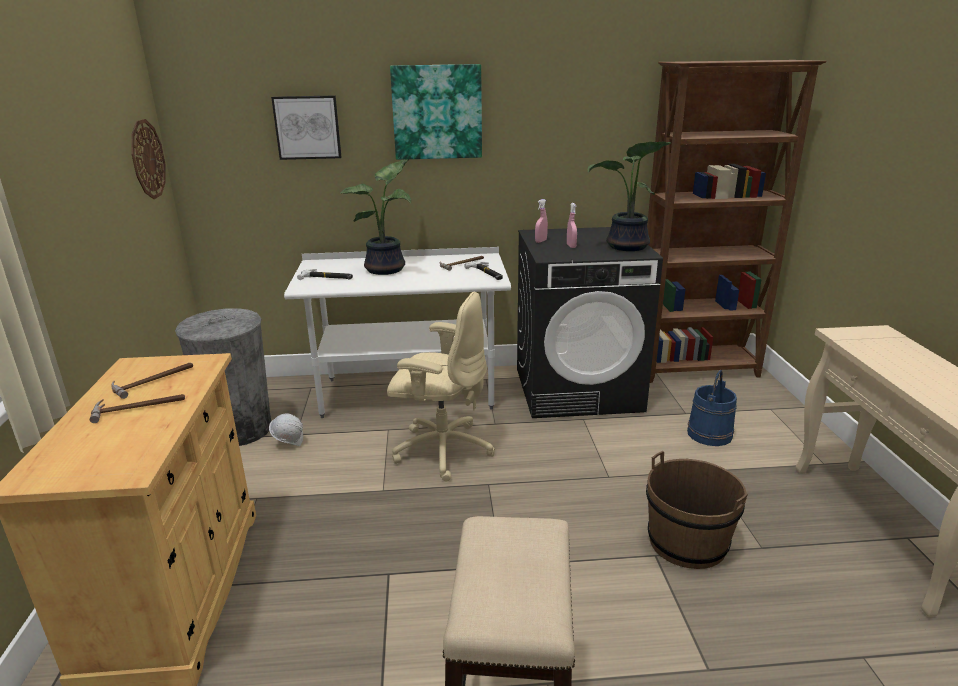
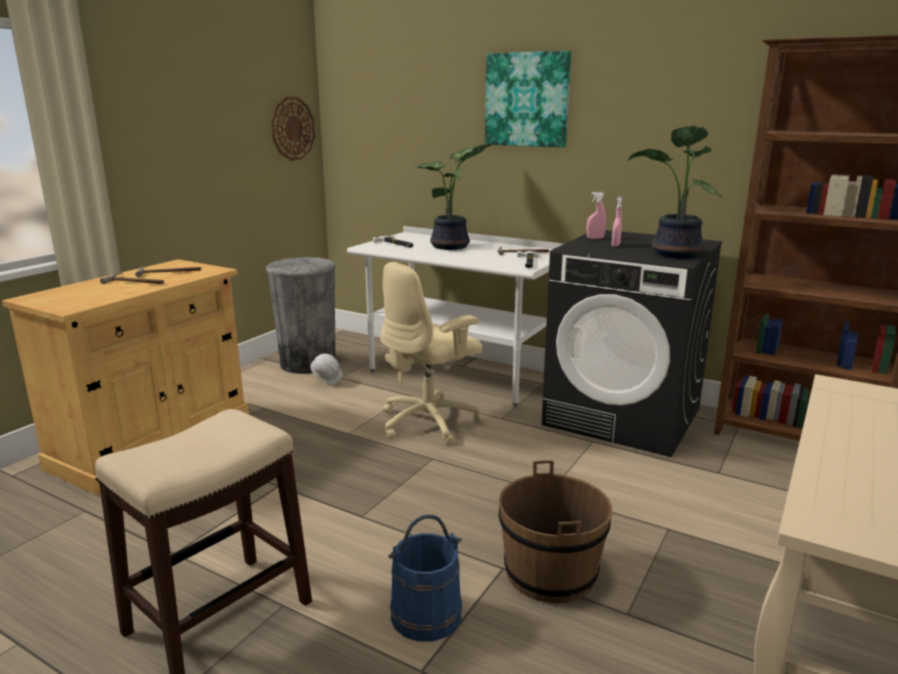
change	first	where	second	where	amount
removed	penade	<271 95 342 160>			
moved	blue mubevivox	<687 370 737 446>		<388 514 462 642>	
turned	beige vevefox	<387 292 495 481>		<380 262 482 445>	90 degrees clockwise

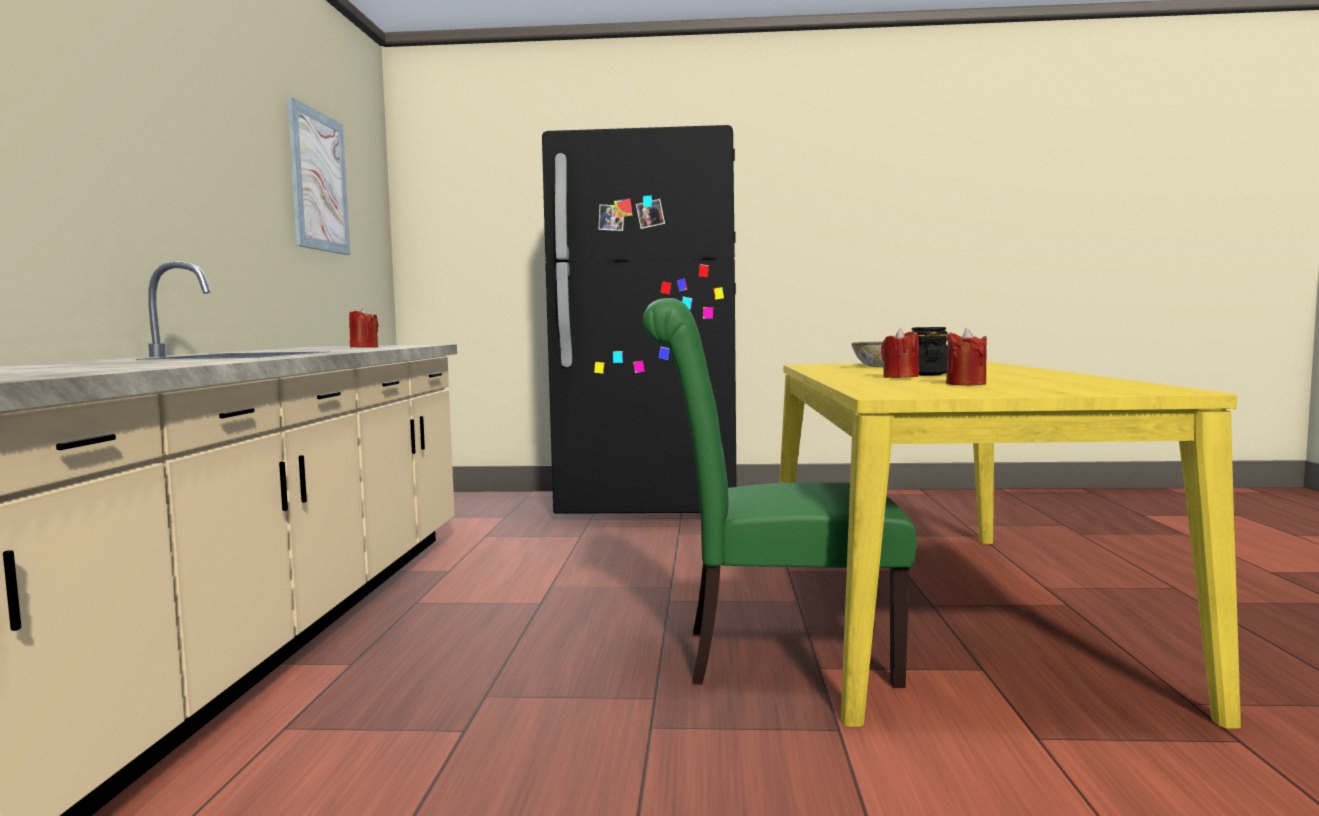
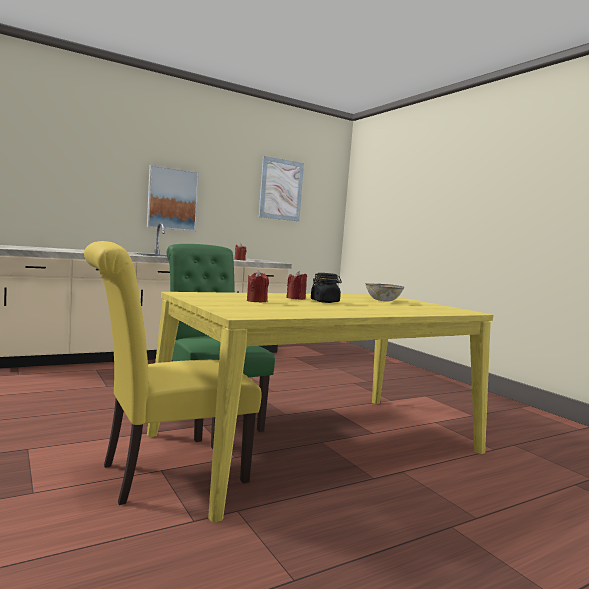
change	first	where	second	where	amount
removed	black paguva	<542 125 736 514>			
added			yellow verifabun	<84 241 261 505>	
added			penade	<147 165 199 231>	

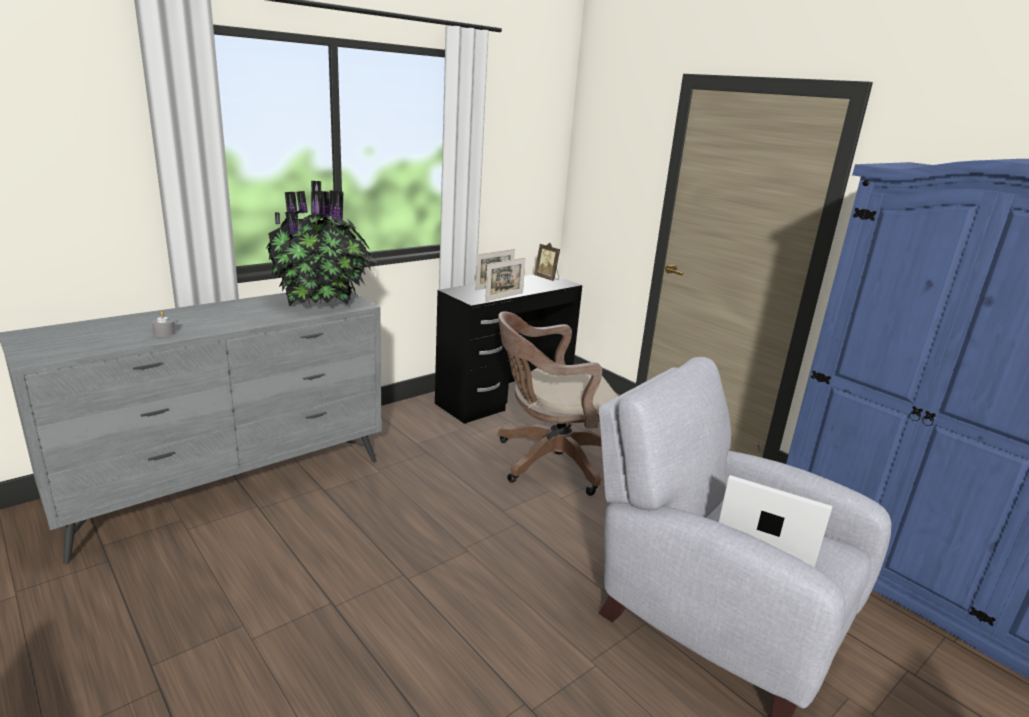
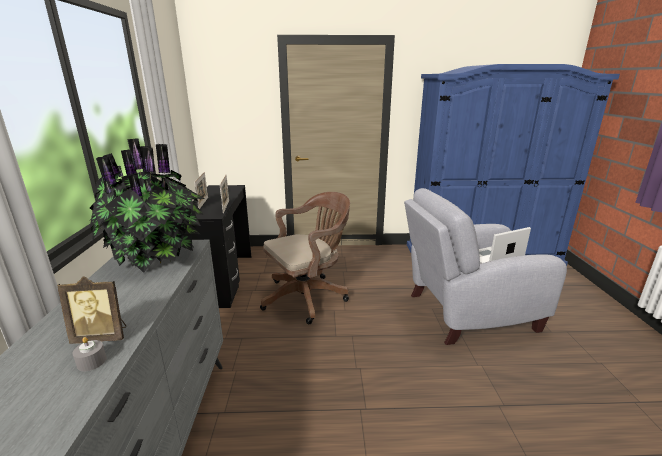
change	first	where	second	where	amount
moved	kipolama	<534 243 560 281>		<57 276 126 344>	
turned	brown vevefox	<498 312 618 496>		<260 192 350 324>	150 degrees counterclockwise

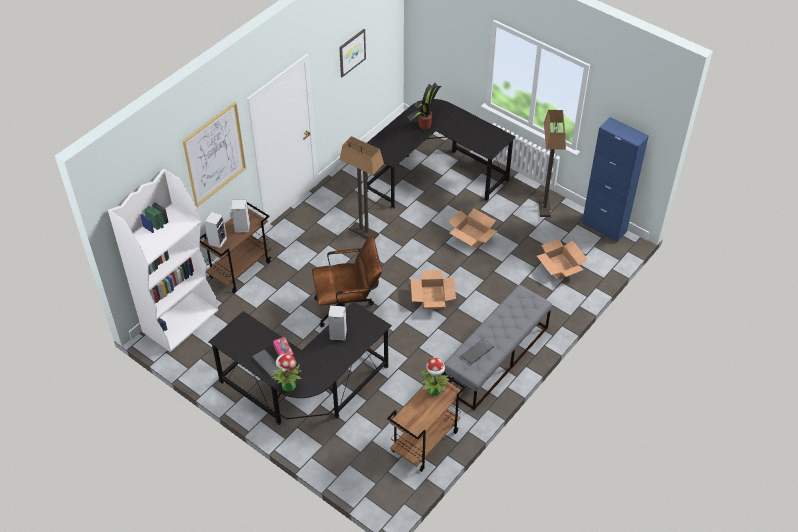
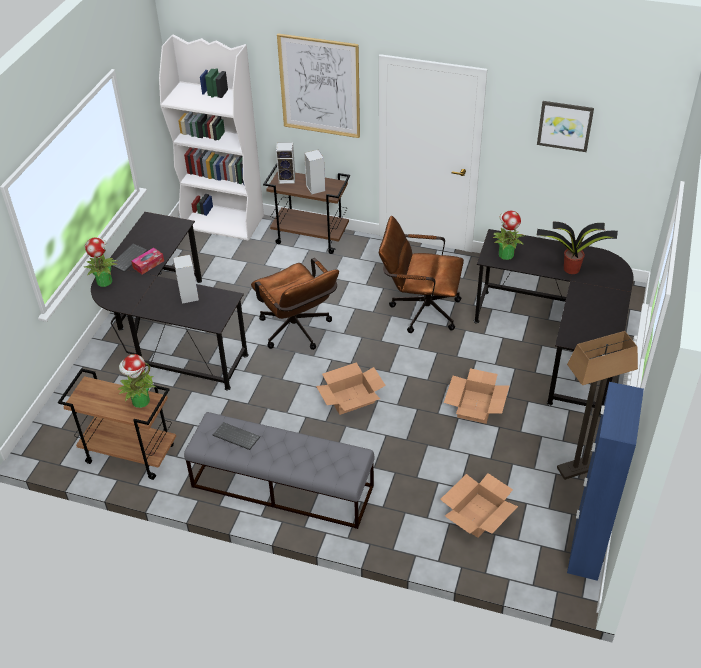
change	first	where	second	where	amount
added			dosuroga	<493 211 525 260>	
replaced	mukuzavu	<339 136 384 240>	brown vevefox	<379 216 464 333>	

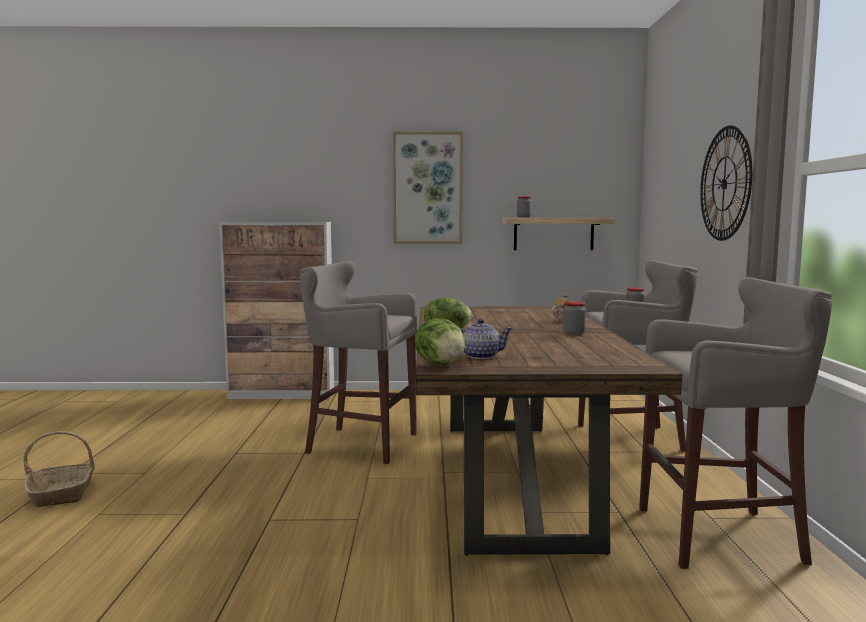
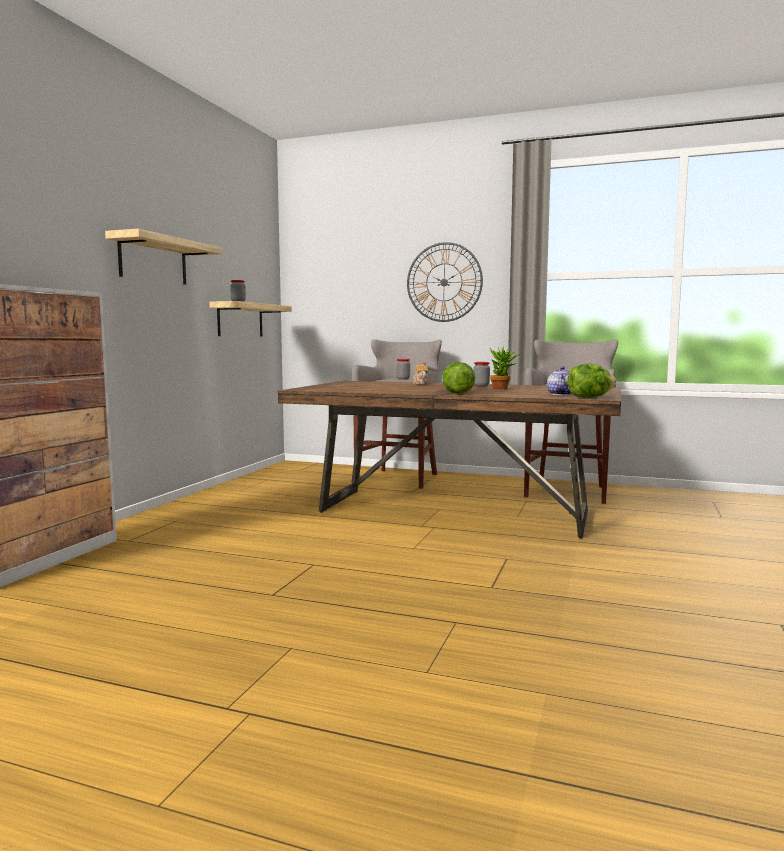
change	first	where	second	where	amount
removed	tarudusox	<23 431 96 507>			
removed	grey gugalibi	<300 261 417 464>			
added			dosuroga	<489 347 520 389>	
replaced	penade	<393 132 463 244>	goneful	<105 229 222 285>	

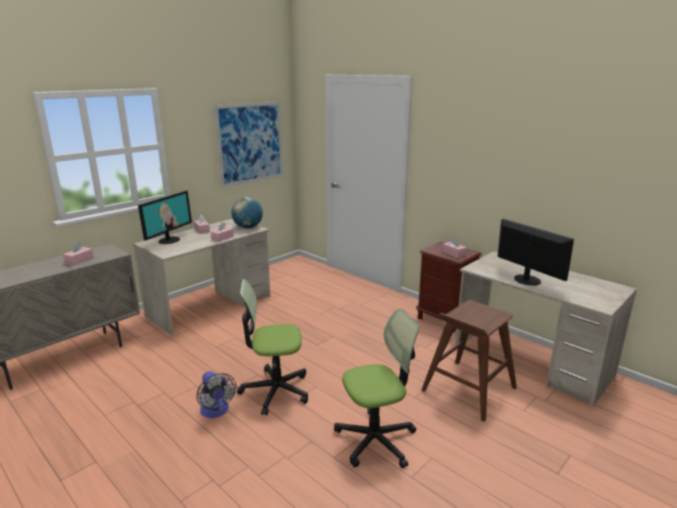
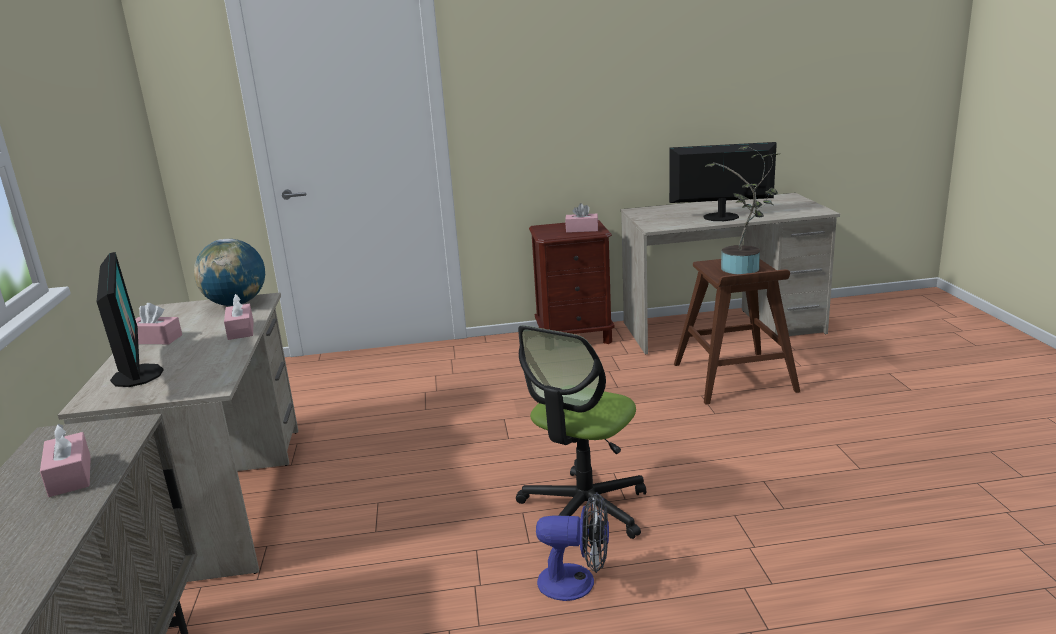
change	first	where	second	where	amount
removed	penade	<215 102 283 188>			
removed	vevefox	<334 308 419 469>			
added			dosuroga	<705 145 778 274>	

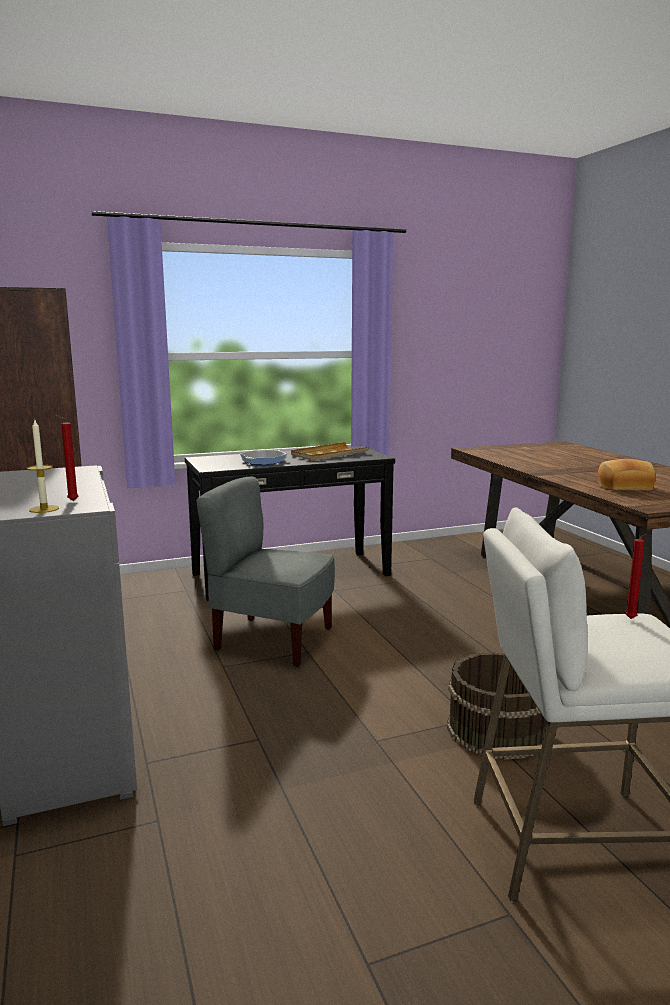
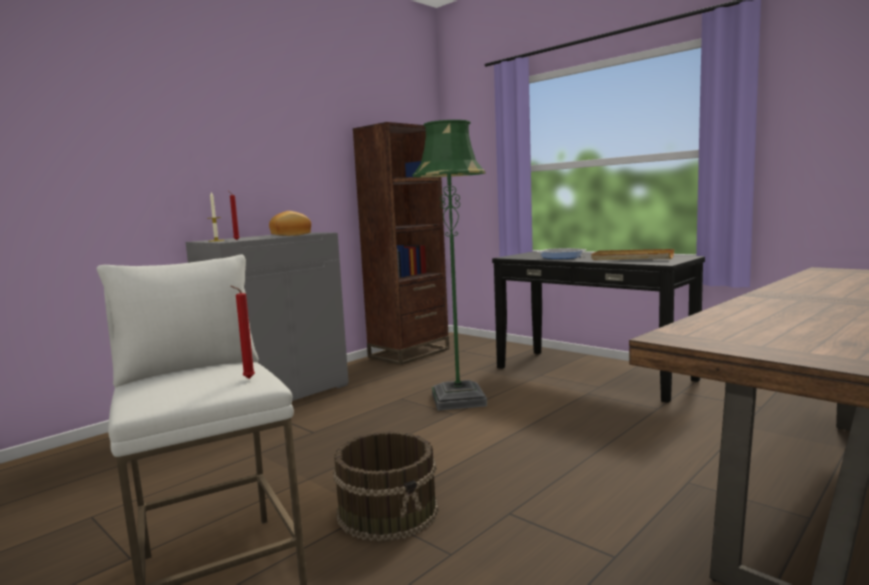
change	first	where	second	where	amount
moved	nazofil	<598 459 656 490>		<269 211 311 236>	
replaced	grey verifabun	<196 477 335 667>	green mukuzavu	<412 120 487 411>	

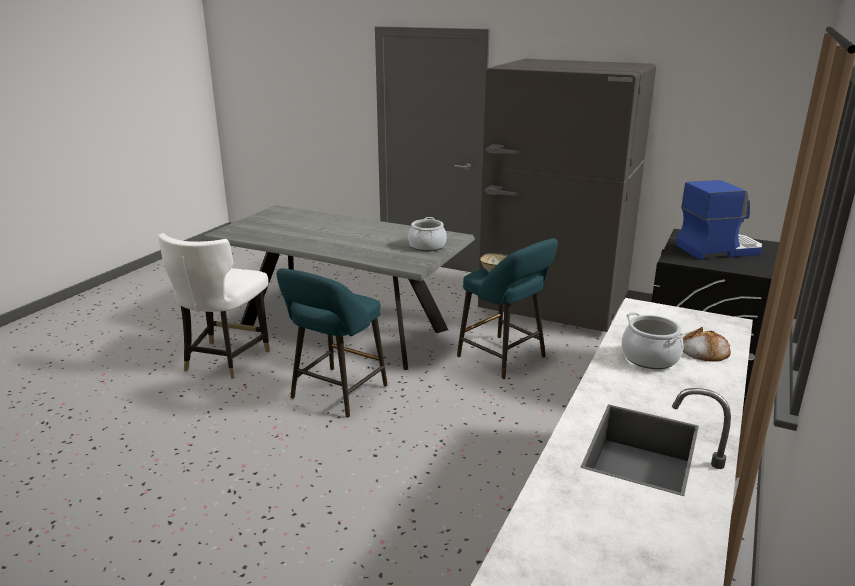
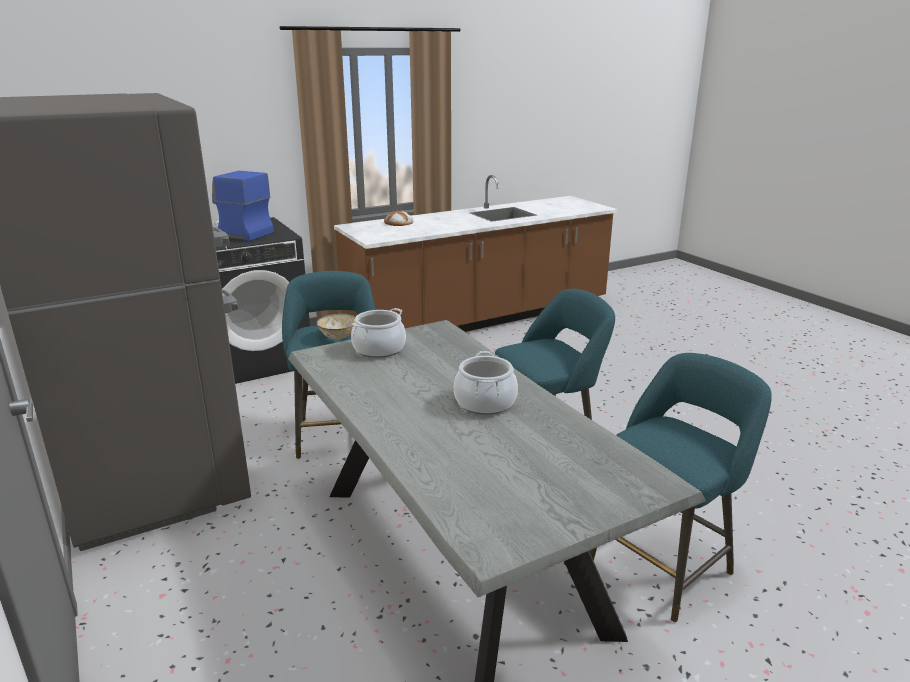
change	first	where	second	where	amount
moved	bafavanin	<621 312 685 369>		<454 351 518 415>	
replaced	white verifabun	<158 233 270 379>	turquoise gugalibi	<589 353 772 622>	

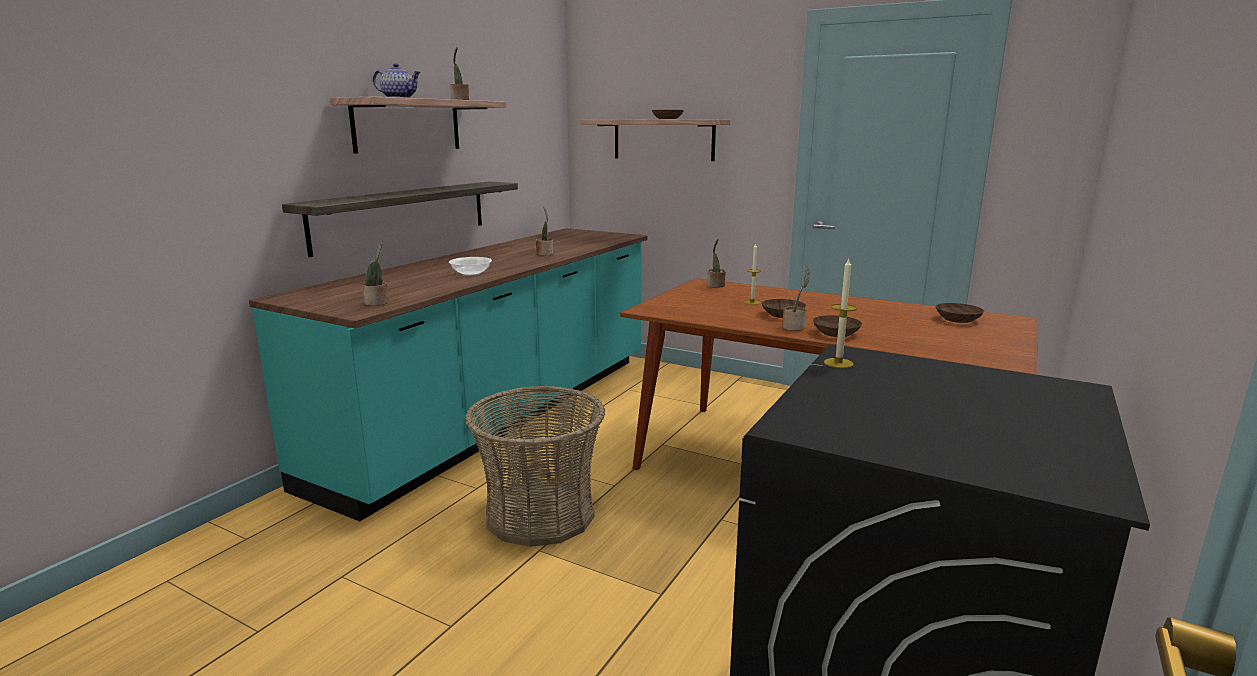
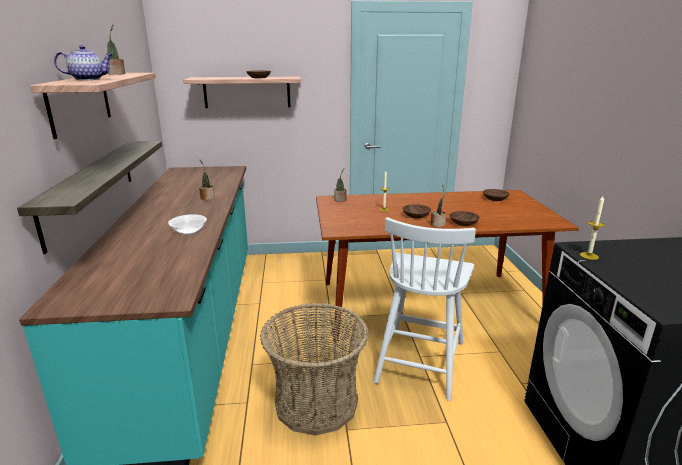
change	first	where	second	where	amount
removed	dosuroga	<362 241 388 306>			
added			white verifabun	<374 217 476 401>	

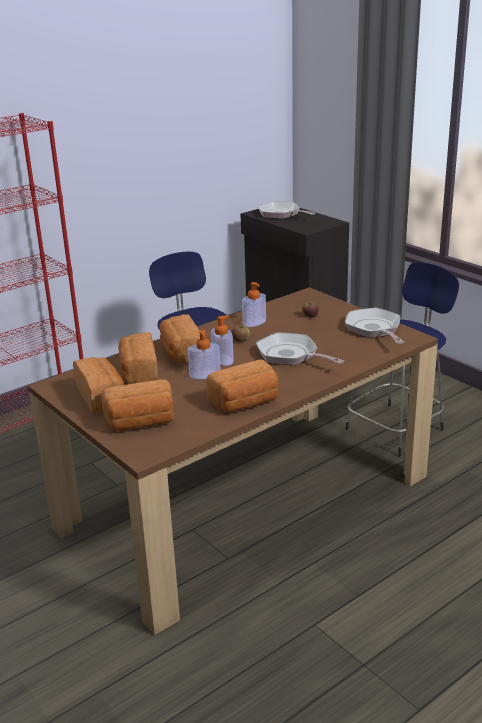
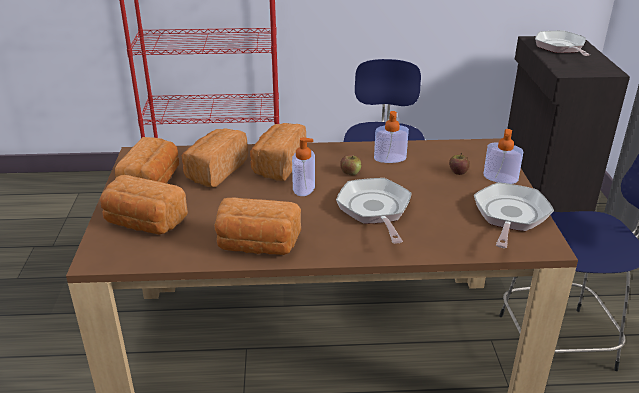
change	first	where	second	where	amount
moved	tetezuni	<188 330 221 379>		<483 129 523 184>	

